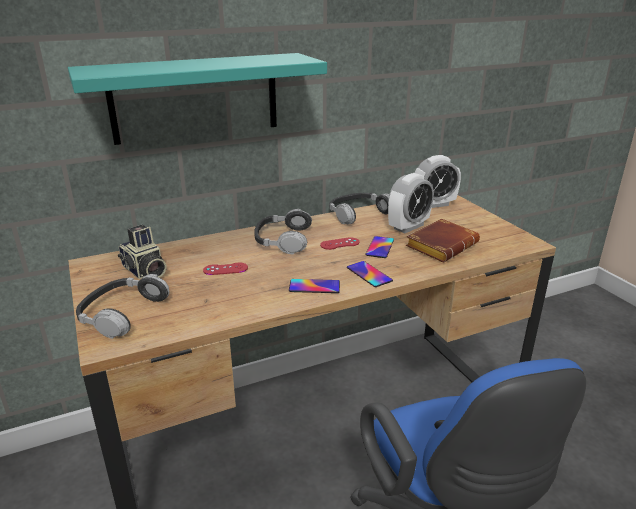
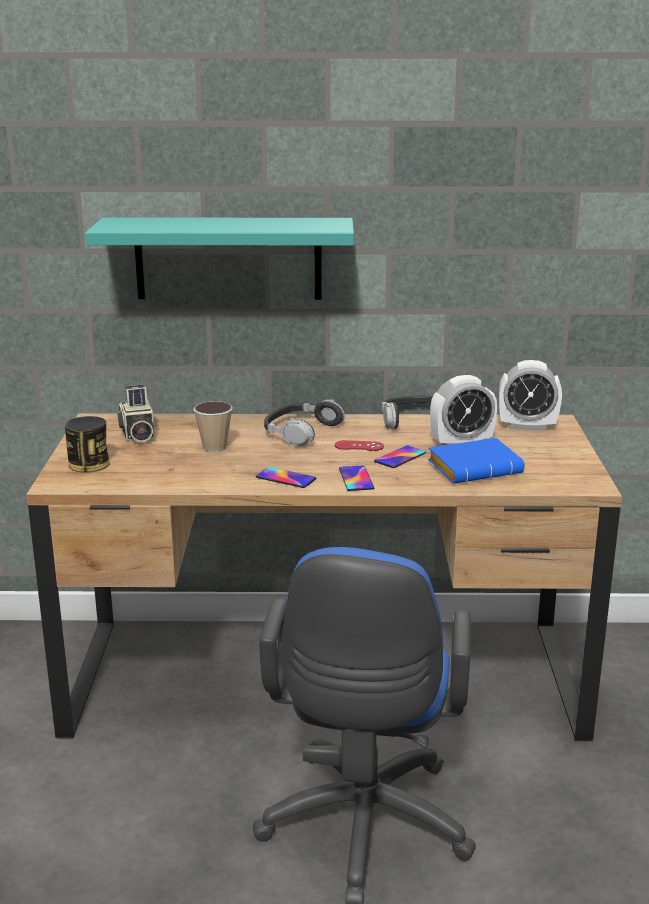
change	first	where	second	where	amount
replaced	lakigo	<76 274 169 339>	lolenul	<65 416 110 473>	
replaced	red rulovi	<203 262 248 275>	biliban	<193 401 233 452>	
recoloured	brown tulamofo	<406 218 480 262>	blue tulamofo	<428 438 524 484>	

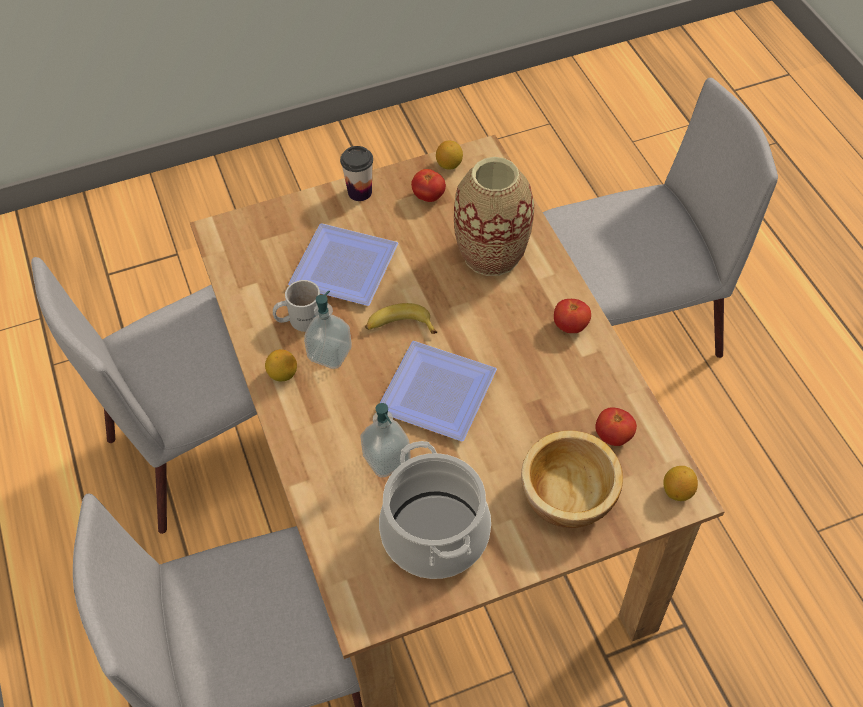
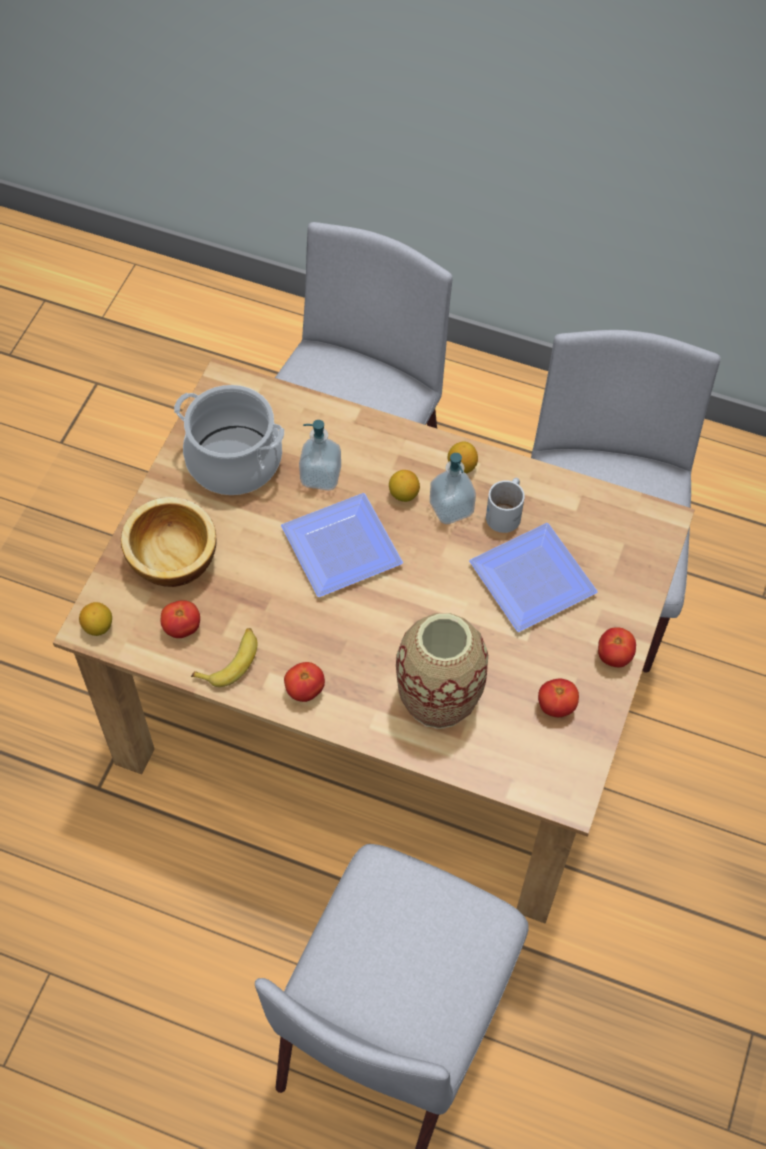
change	first	where	second	where	amount
moved	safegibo	<365 303 437 334>		<191 628 257 687>	
moved	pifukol	<436 140 463 169>		<389 470 420 502>	
replaced	biliban	<340 146 373 201>	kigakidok	<598 628 636 667>	

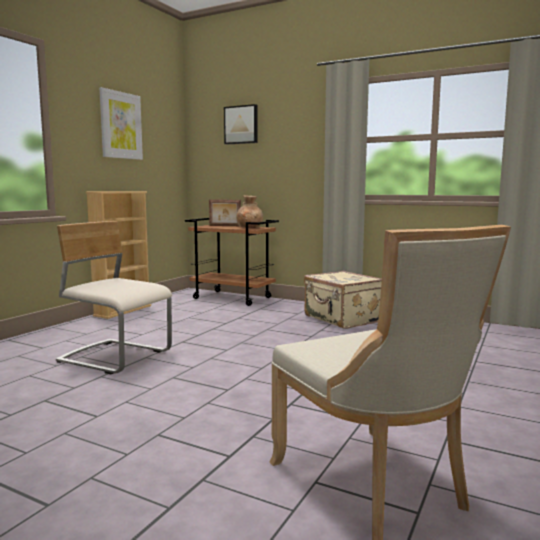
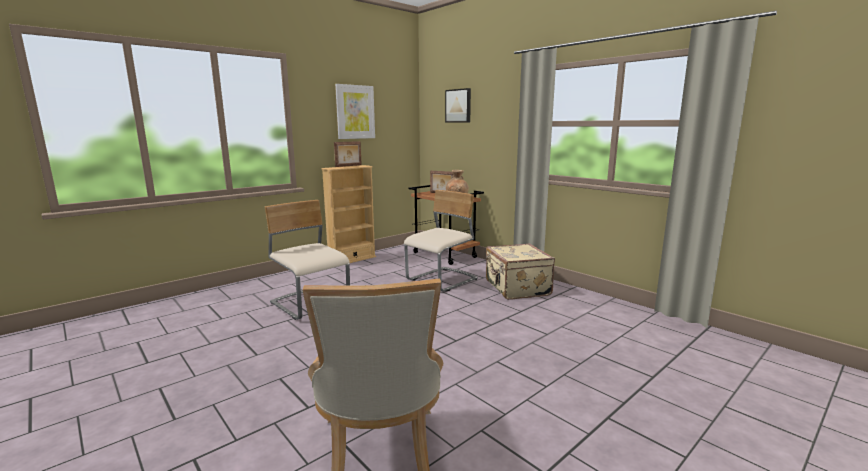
change	first	where	second	where	amount
added			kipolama	<334 141 362 167>	
added			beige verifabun	<404 190 478 292>	

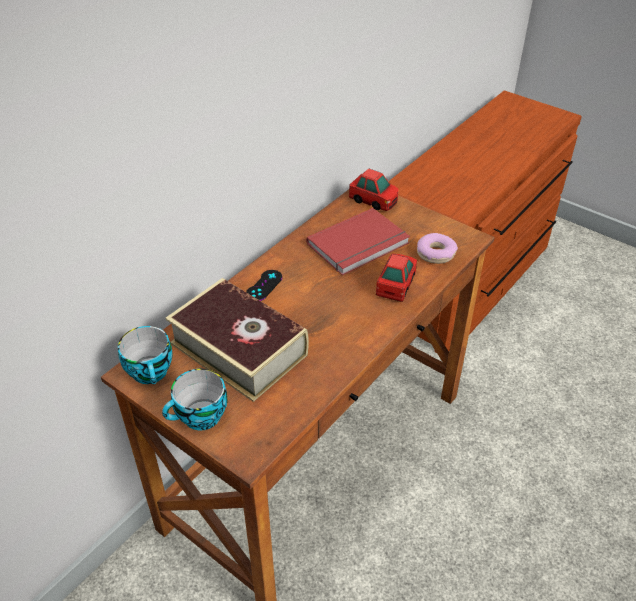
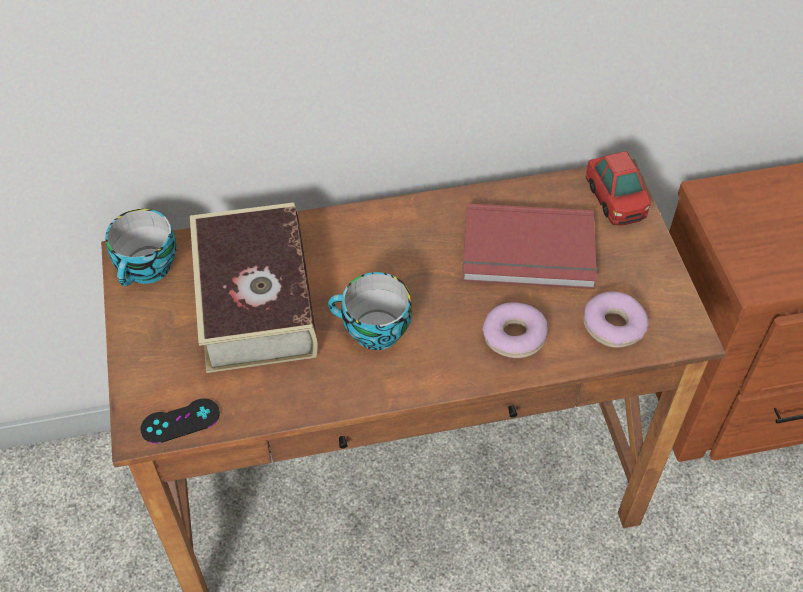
change	first	where	second	where	amount
moved	biliban	<162 368 227 430>		<328 272 412 350>	
moved	black rulovi	<246 270 282 301>		<140 398 220 444>	
replaced	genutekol	<376 254 417 302>	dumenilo	<482 302 548 358>	

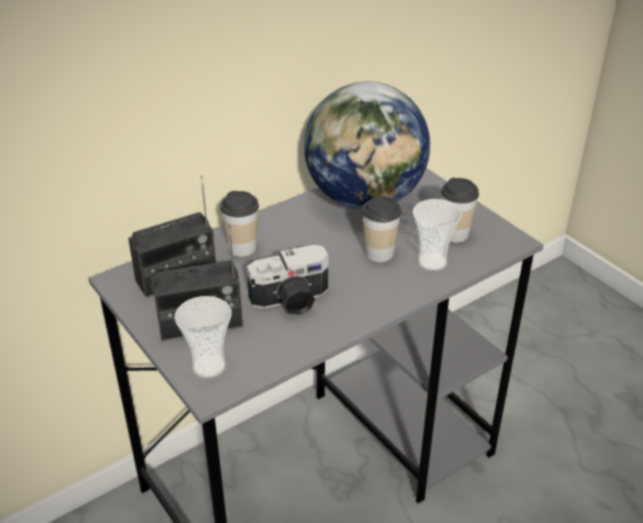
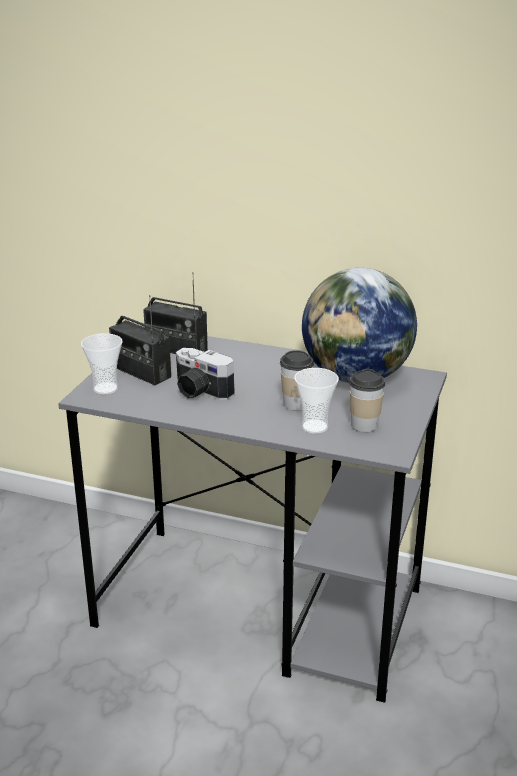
change	first	where	second	where	amount
removed	biliban	<220 191 259 257>			

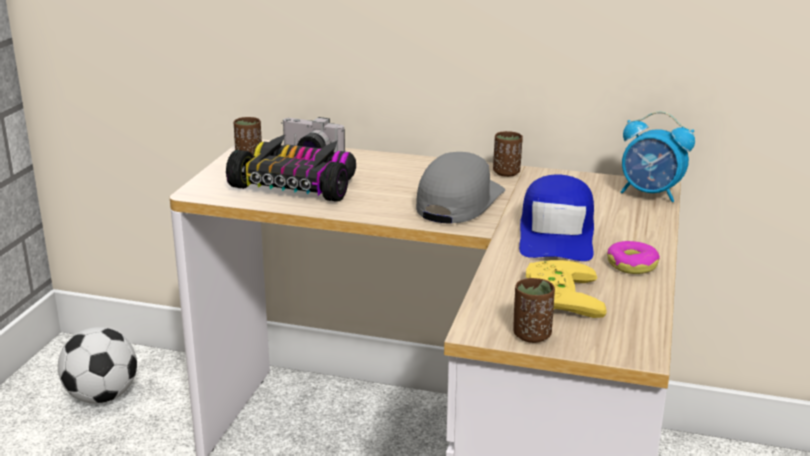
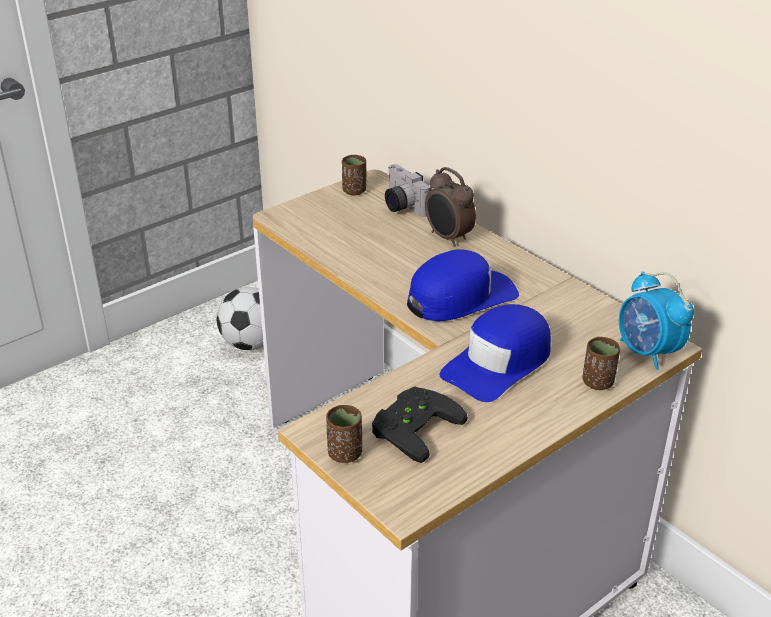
change	first	where	second	where	amount
removed	genutekol	<226 134 356 202>			
removed	dumenilo	<607 241 660 274>			
added			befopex	<425 167 476 247>	
moved	brown biliban	<493 131 523 177>		<582 337 620 390>	
recoloured	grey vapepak	<416 152 505 224>	blue vapepak	<407 249 519 321>	
recoloured	yellow rulovi	<526 260 606 318>	black rulovi	<372 386 468 463>	

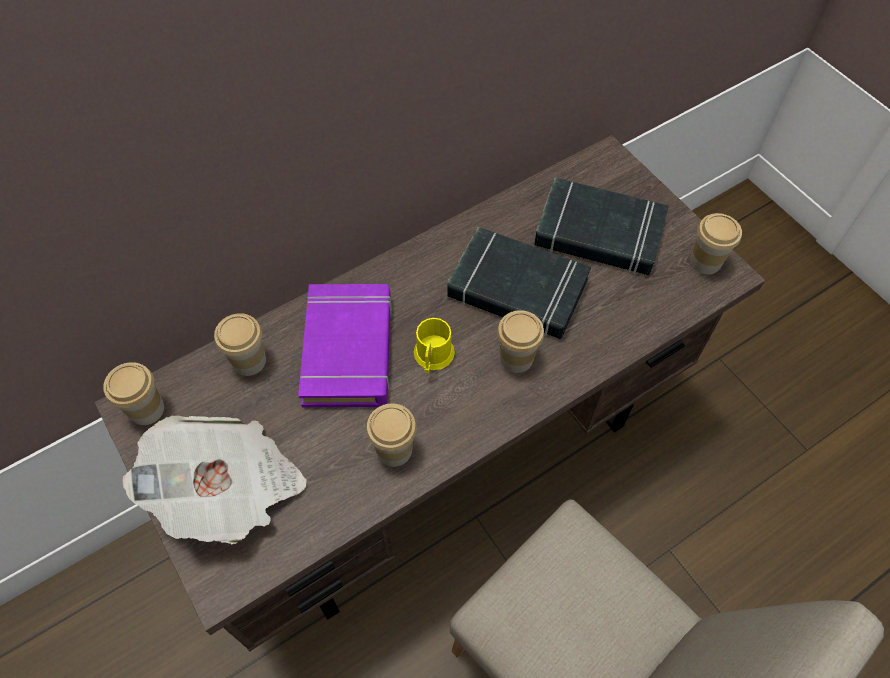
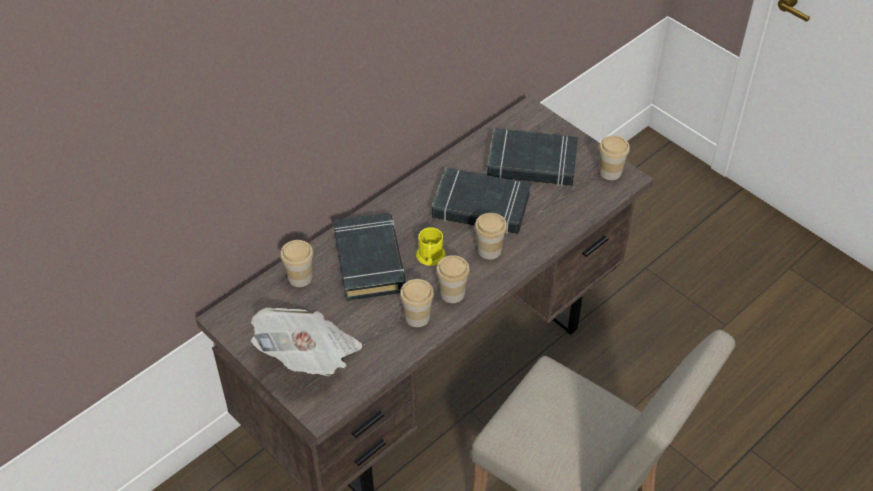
change	first	where	second	where	amount
moved	biliban	<103 362 164 425>		<436 255 470 303>	
recoloured	purple tulamofo	<298 284 392 407>	black tulamofo	<333 213 406 301>	

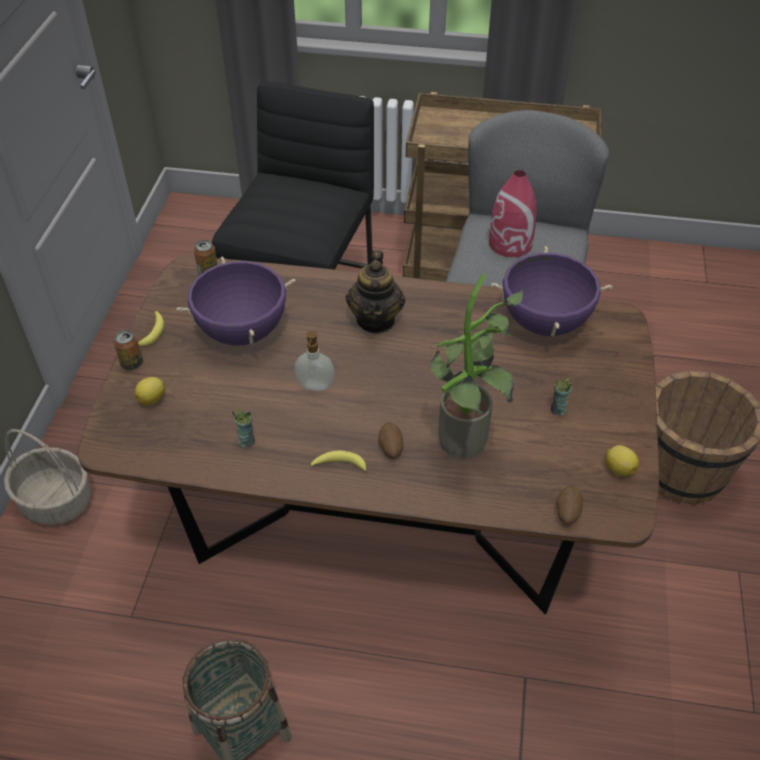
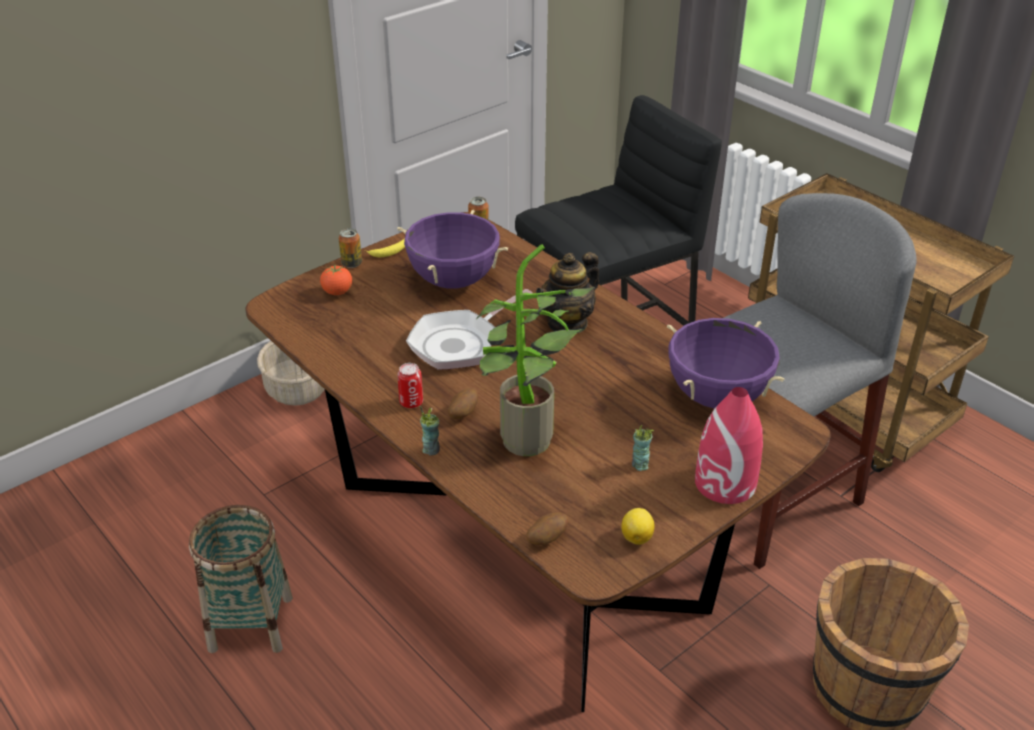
change	first	where	second	where	amount
moved	biliban	<232 408 255 448>		<420 406 440 456>	
moved	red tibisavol	<489 170 537 257>		<695 387 763 504>	
replaced	pifukol	<135 377 165 406>	kigakidok	<320 265 352 295>	
replaced	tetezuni	<294 331 335 391>	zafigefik	<406 289 532 370>	
replaced	safegibo	<311 451 368 473>	lolenul	<397 363 423 408>	

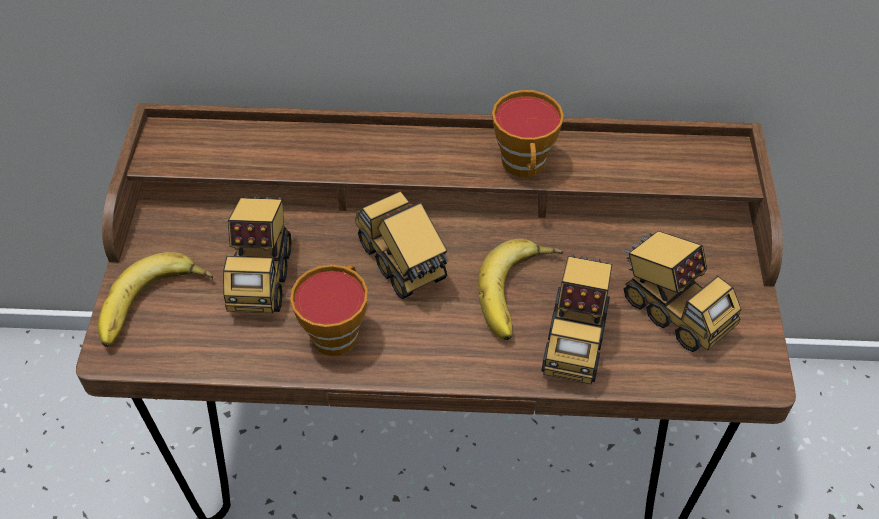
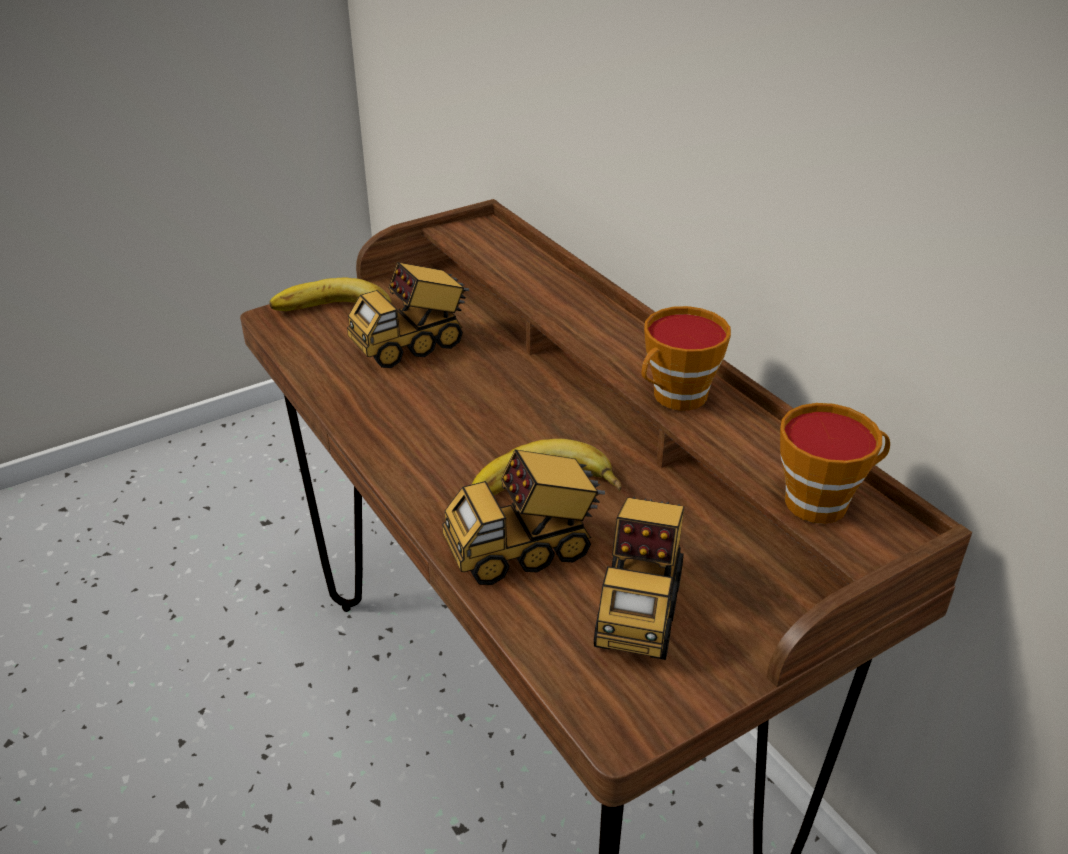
change	first	where	second	where	amount
removed	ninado	<355 191 448 299>			
moved	biliban	<290 264 368 356>		<780 403 890 524>	

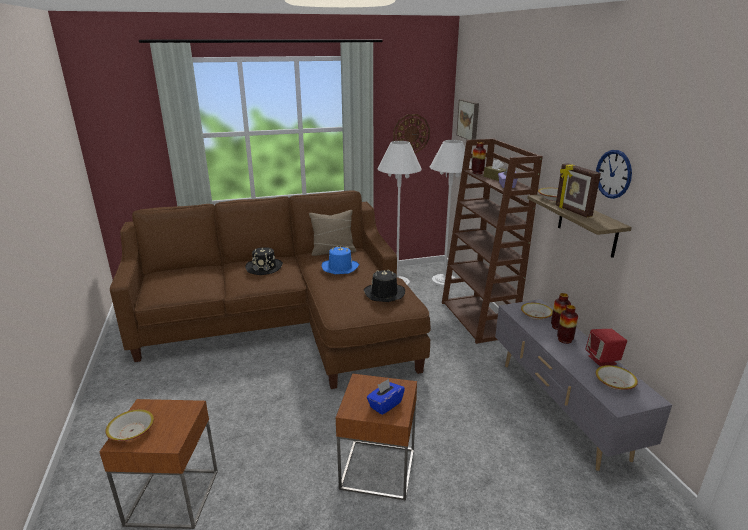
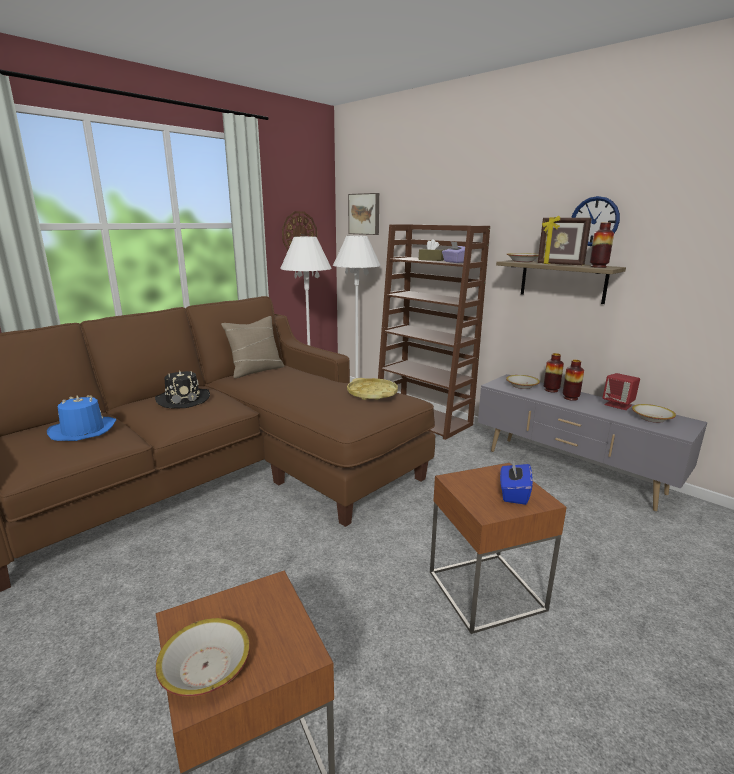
change	first	where	second	where	amount
moved	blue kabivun	<322 246 359 274>		<47 395 116 441>	
moved	tibisavol	<471 142 486 174>		<590 222 614 268>	
replaced	black kabivun	<364 270 405 302>	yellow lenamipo	<347 378 398 400>	

